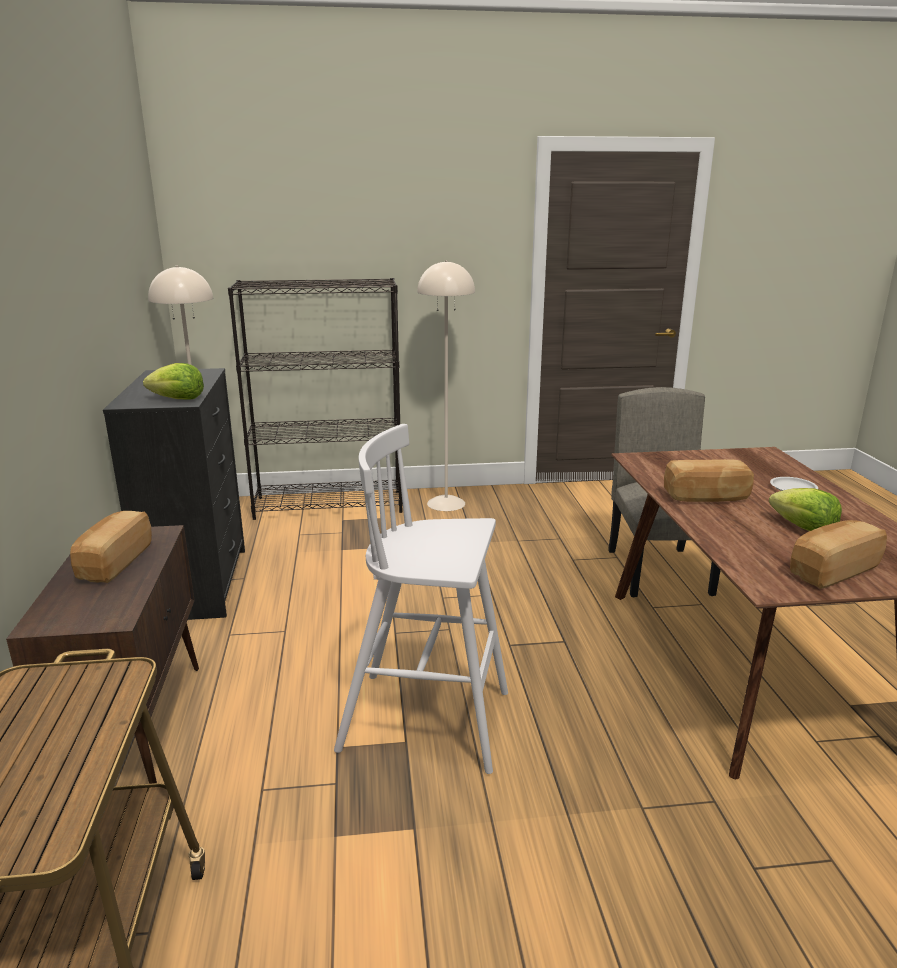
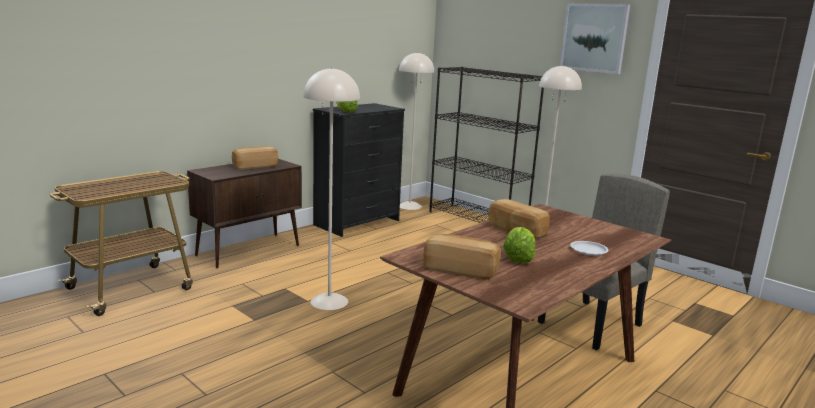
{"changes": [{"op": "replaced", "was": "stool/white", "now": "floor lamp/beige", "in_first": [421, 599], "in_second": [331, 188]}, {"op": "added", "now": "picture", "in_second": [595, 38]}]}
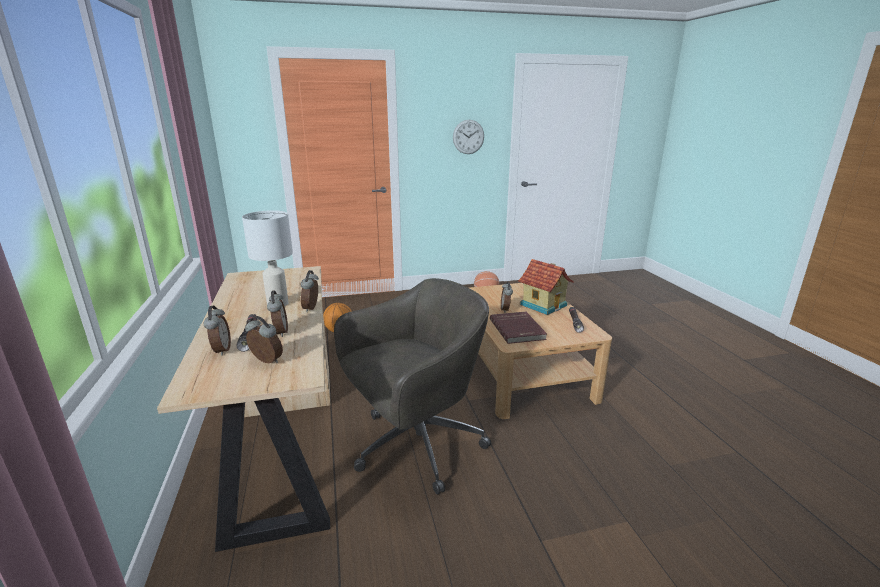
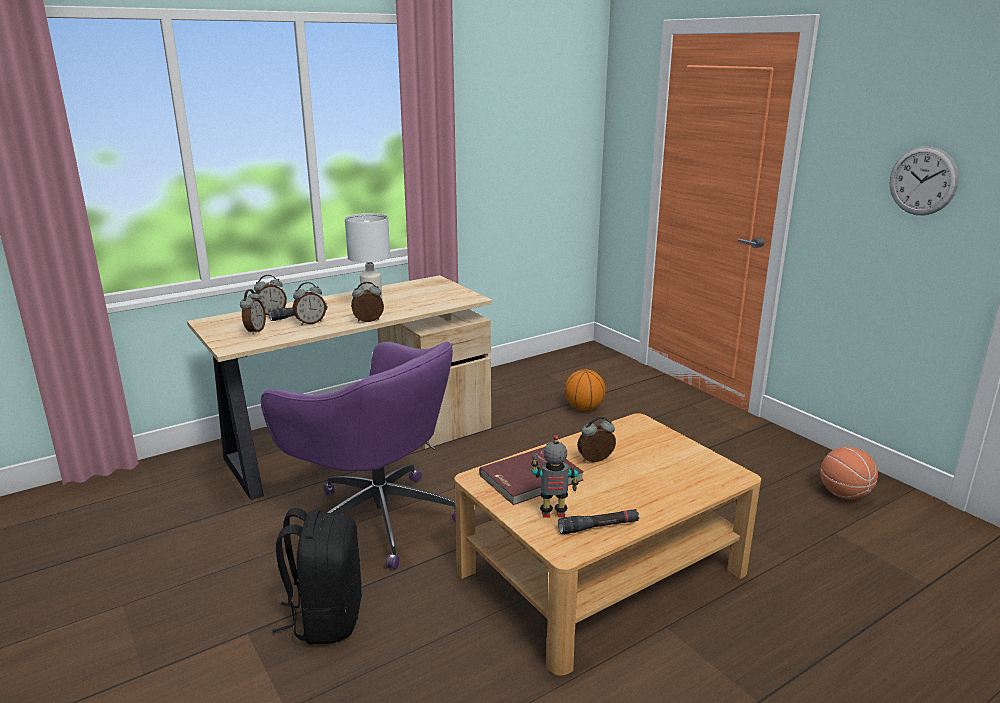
{"changes": [{"op": "removed", "was": "toy house", "in_first": [546, 287]}, {"op": "recoloured", "was": "office chair/grey", "now": "office chair/purple", "in_first": [412, 386], "in_second": [358, 455]}, {"op": "added", "now": "toy robot", "in_second": [555, 476]}, {"op": "added", "now": "backpack/black", "in_second": [317, 576]}]}
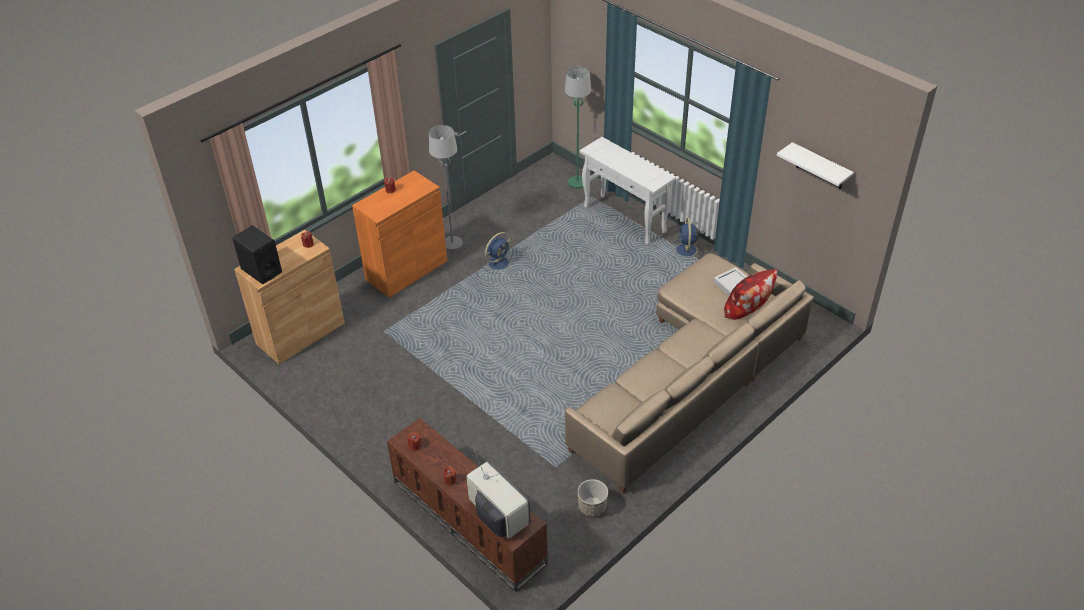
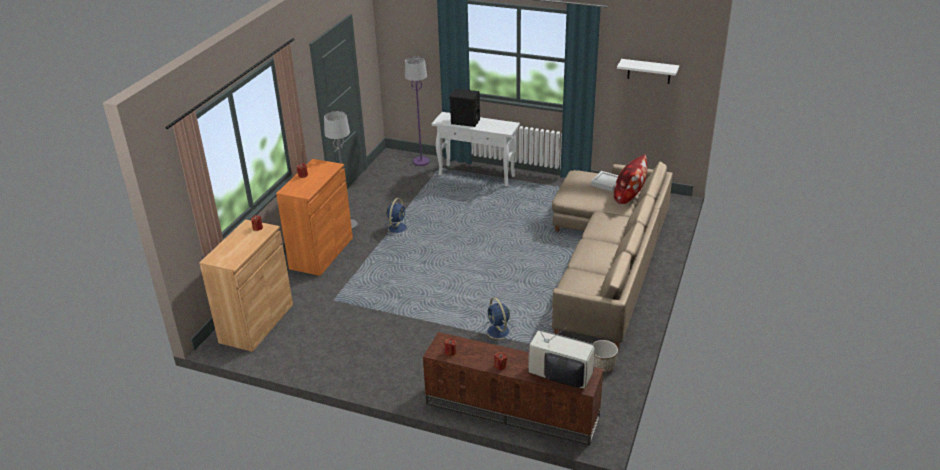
{"changes": [{"op": "recoloured", "was": "floor lamp/green", "now": "floor lamp/purple", "in_first": [578, 128], "in_second": [417, 111]}, {"op": "moved", "was": "fan/blue", "in_first": [687, 238], "in_second": [496, 320]}, {"op": "moved", "was": "speaker/black", "in_first": [257, 255], "in_second": [464, 108]}]}
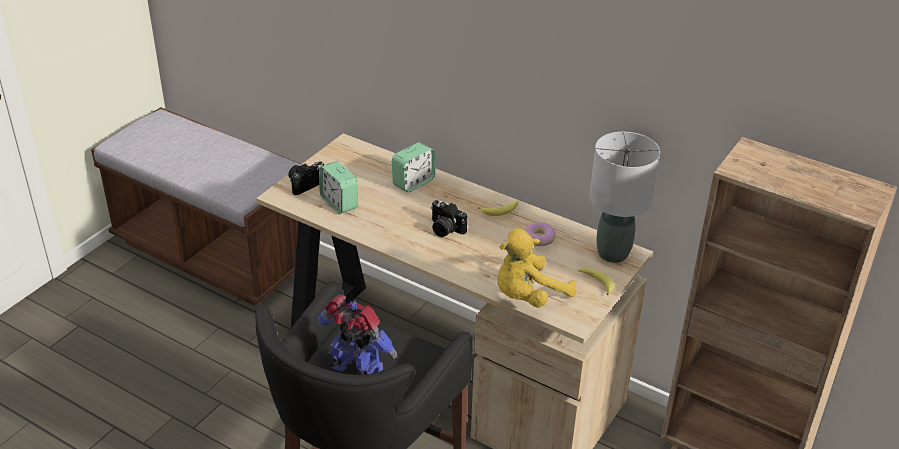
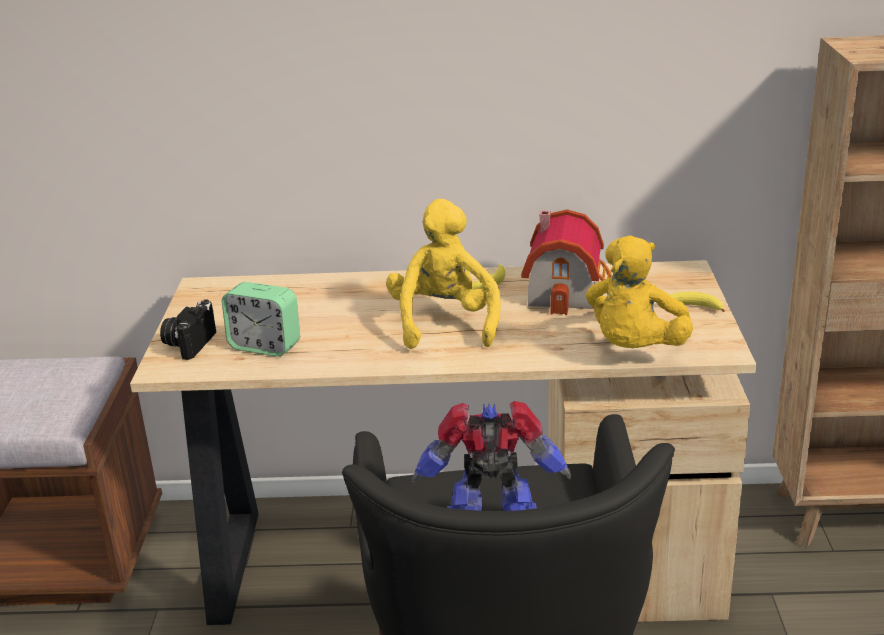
{"changes": [{"op": "removed", "was": "table lamp/grey", "in_first": [625, 197]}, {"op": "removed", "was": "alarm clock", "in_first": [413, 167]}, {"op": "replaced", "was": "photo camera", "now": "plush toy/yellow", "in_first": [449, 218], "in_second": [443, 274]}, {"op": "replaced", "was": "donut", "now": "toy house", "in_first": [540, 234], "in_second": [566, 262]}]}
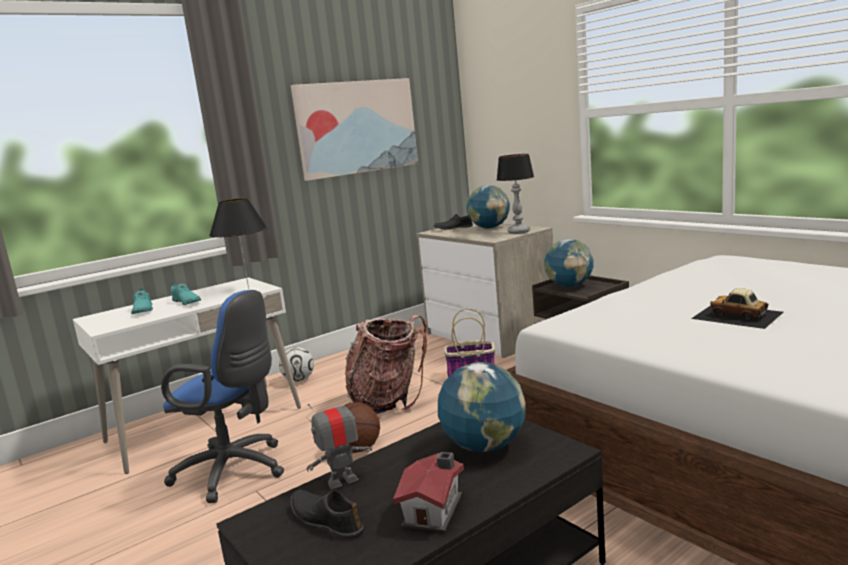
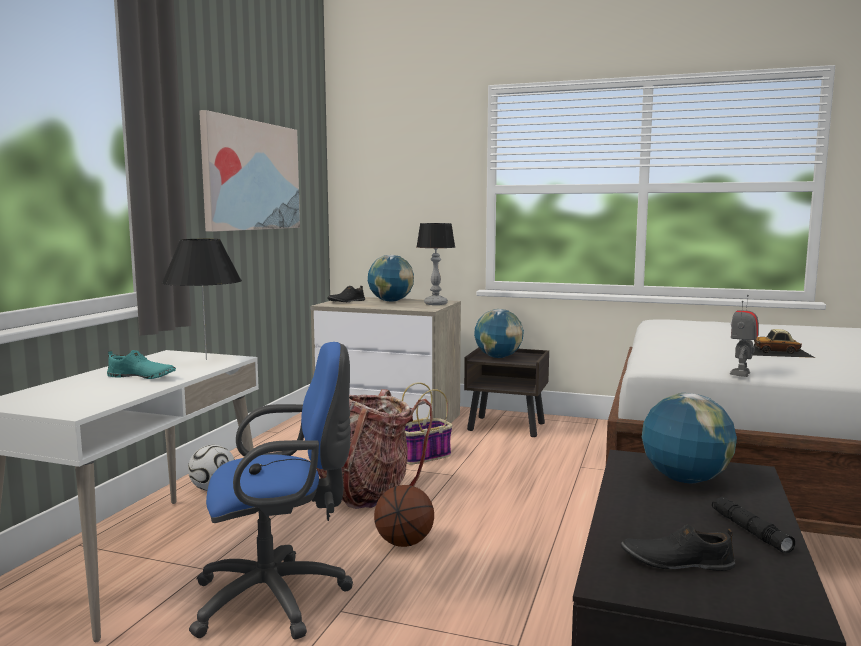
{"changes": [{"op": "removed", "was": "shoe/turquoise", "in_first": [142, 301]}, {"op": "moved", "was": "toy robot", "in_first": [339, 439], "in_second": [744, 336]}, {"op": "replaced", "was": "toy house", "now": "flashlight/black", "in_first": [428, 492], "in_second": [753, 525]}]}
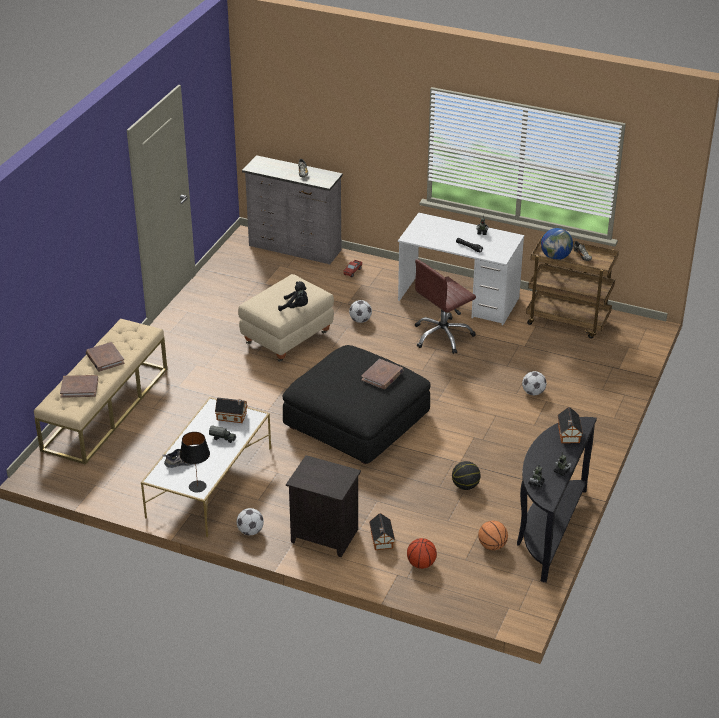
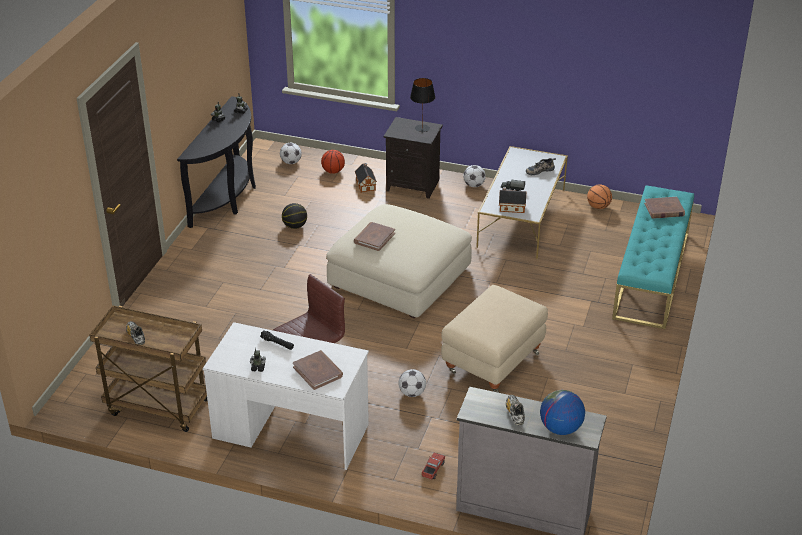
{"changes": [{"op": "moved", "was": "globe", "in_first": [557, 244], "in_second": [562, 412]}, {"op": "removed", "was": "plush toy/black", "in_first": [293, 296]}, {"op": "recoloured", "was": "bench/beige", "now": "bench/turquoise", "in_first": [100, 391], "in_second": [653, 257]}, {"op": "moved", "was": "book/brown", "in_first": [105, 357], "in_second": [318, 370]}, {"op": "recoloured", "was": "ottoman/black", "now": "ottoman/beige", "in_first": [357, 404], "in_second": [399, 261]}, {"op": "moved", "was": "football", "in_first": [534, 383], "in_second": [291, 153]}, {"op": "removed", "was": "toy house", "in_first": [570, 425]}, {"op": "moved", "was": "table lamp/black", "in_first": [195, 462], "in_second": [422, 105]}, {"op": "moved", "was": "basketball", "in_first": [493, 535], "in_second": [599, 197]}]}
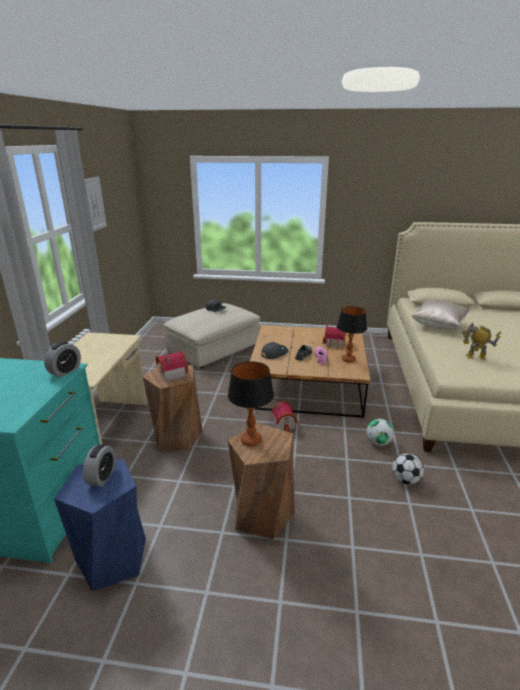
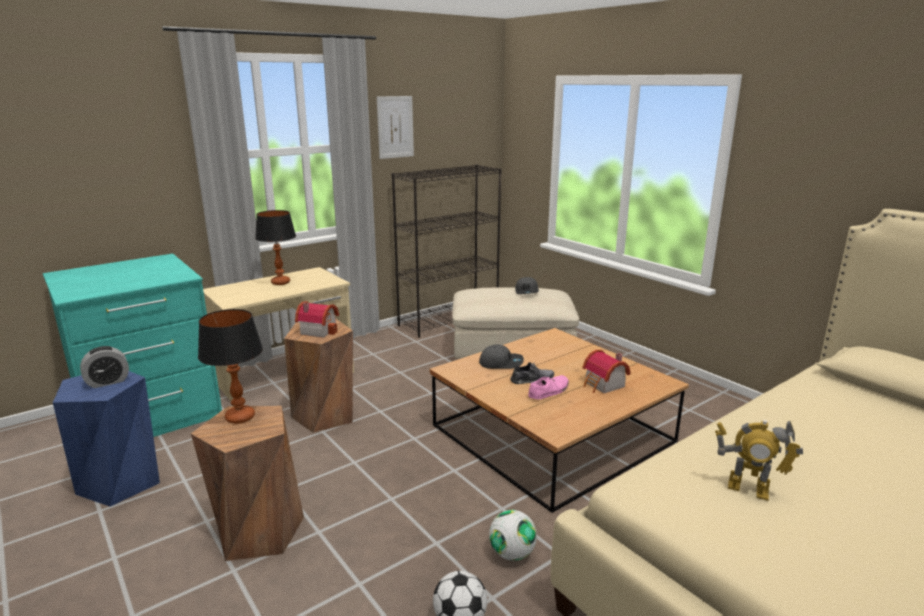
{"changes": [{"op": "removed", "was": "pillow/beige", "in_first": [440, 315]}, {"op": "moved", "was": "table lamp", "in_first": [352, 334], "in_second": [275, 247]}, {"op": "turned", "was": "toy robot", "in_first": [481, 341], "in_second": [759, 460], "clockwise": 150}, {"op": "removed", "was": "alarm clock", "in_first": [62, 359]}, {"op": "removed", "was": "toy house", "in_first": [285, 416]}, {"op": "added", "now": "bookcase/black", "in_second": [447, 251]}]}
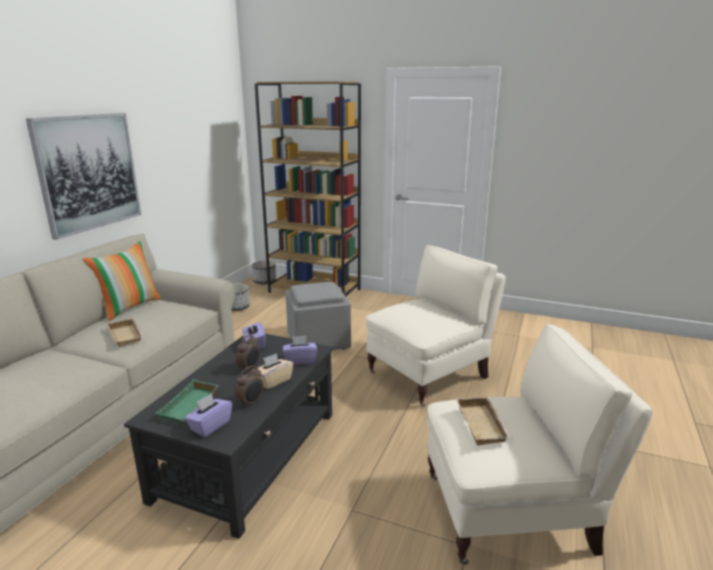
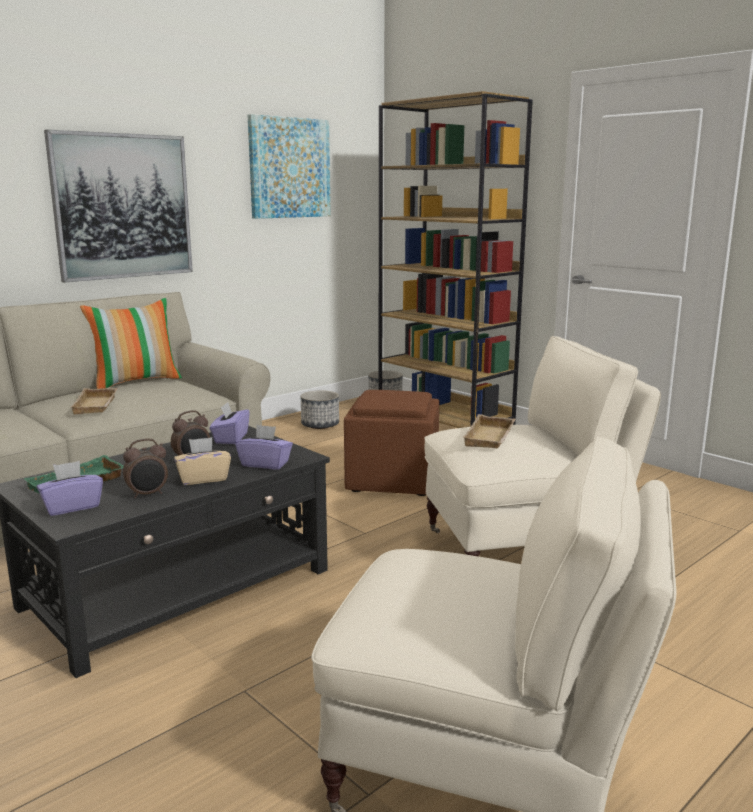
{"changes": [{"op": "recoloured", "was": "ottoman/grey", "now": "ottoman/brown", "in_first": [318, 316], "in_second": [391, 443]}, {"op": "moved", "was": "tray/beige", "in_first": [484, 421], "in_second": [488, 431]}, {"op": "added", "now": "picture", "in_second": [289, 166]}]}
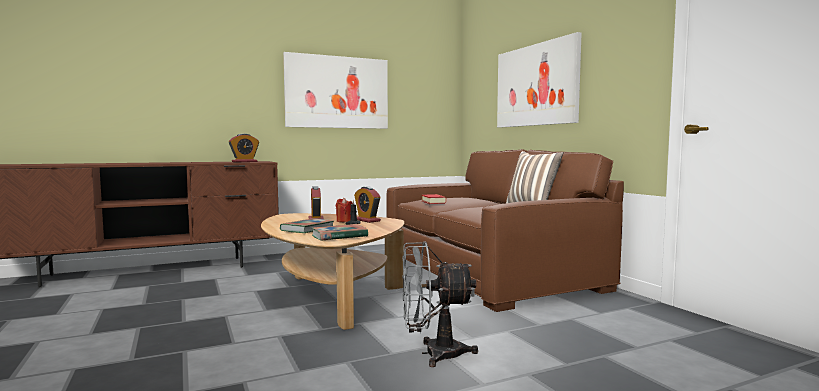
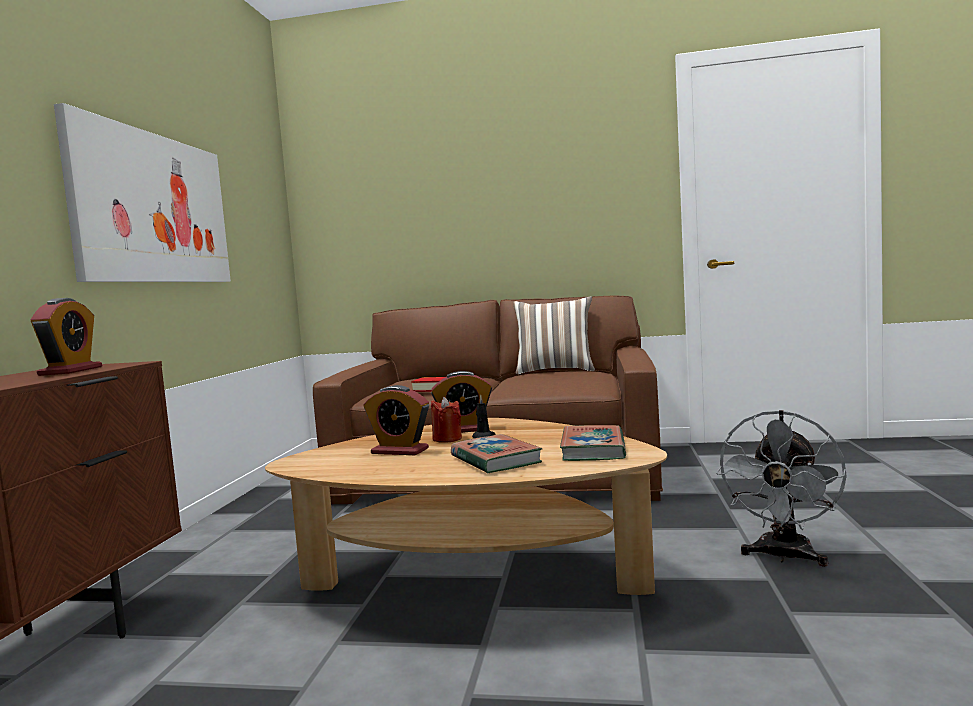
{"changes": [{"op": "removed", "was": "picture", "in_first": [539, 80]}]}
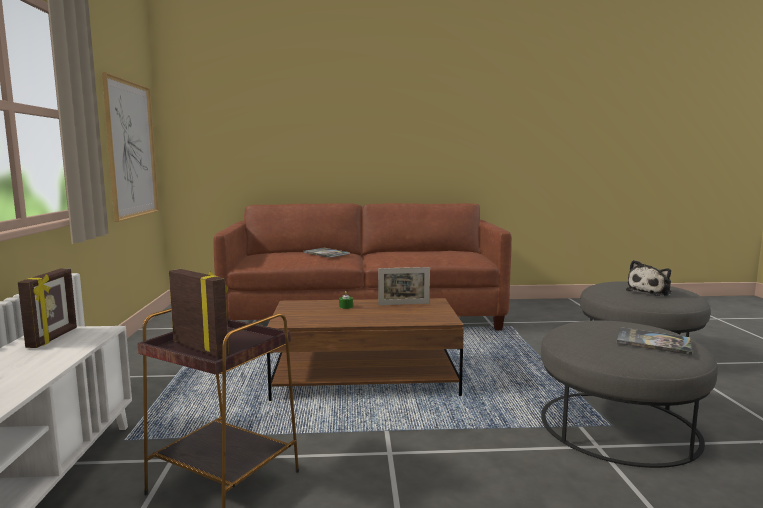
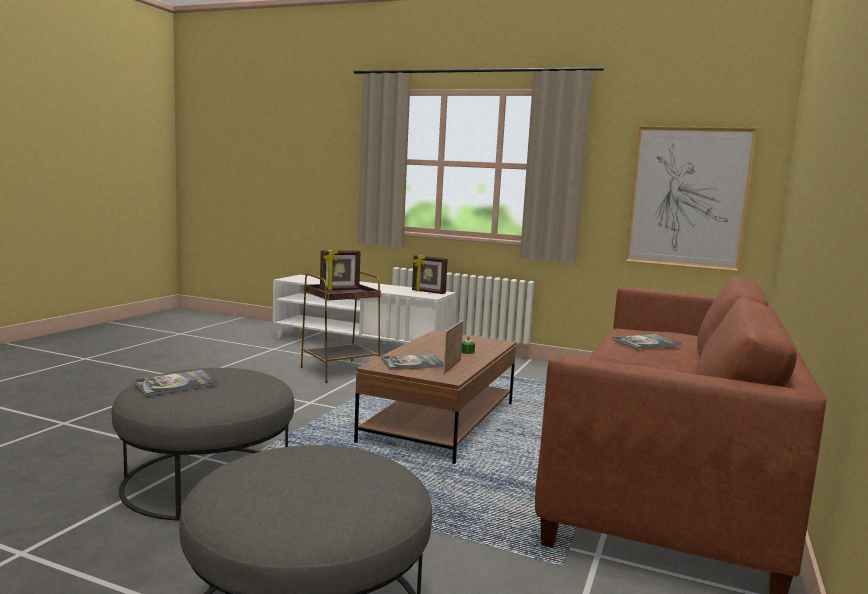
{"changes": [{"op": "removed", "was": "plush toy", "in_first": [649, 278]}, {"op": "added", "now": "book", "in_second": [412, 362]}]}
